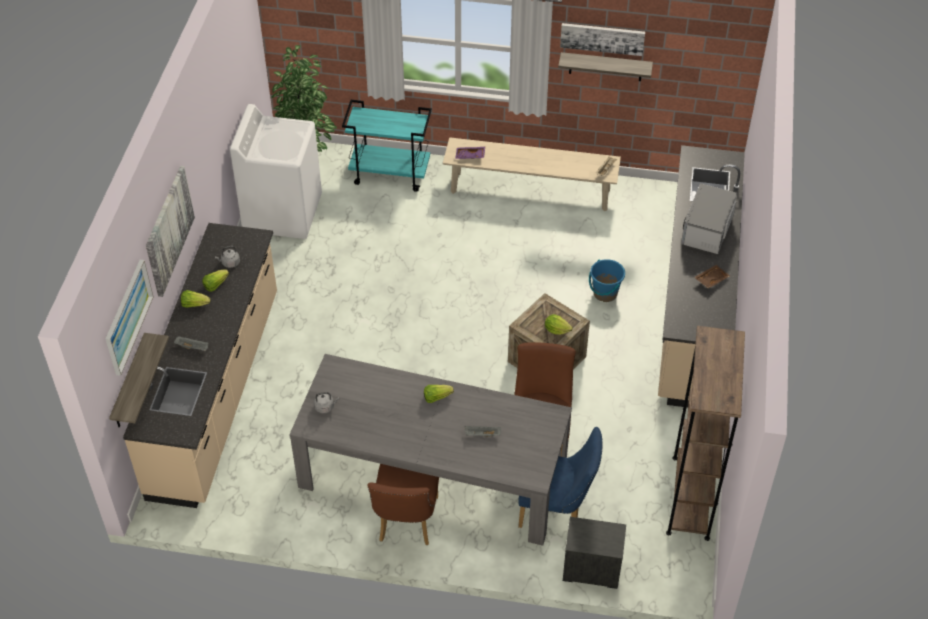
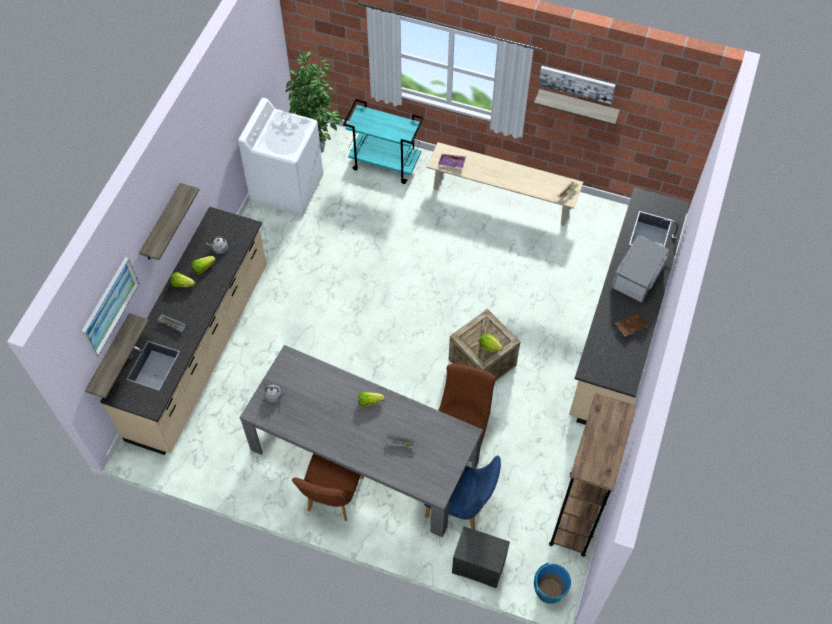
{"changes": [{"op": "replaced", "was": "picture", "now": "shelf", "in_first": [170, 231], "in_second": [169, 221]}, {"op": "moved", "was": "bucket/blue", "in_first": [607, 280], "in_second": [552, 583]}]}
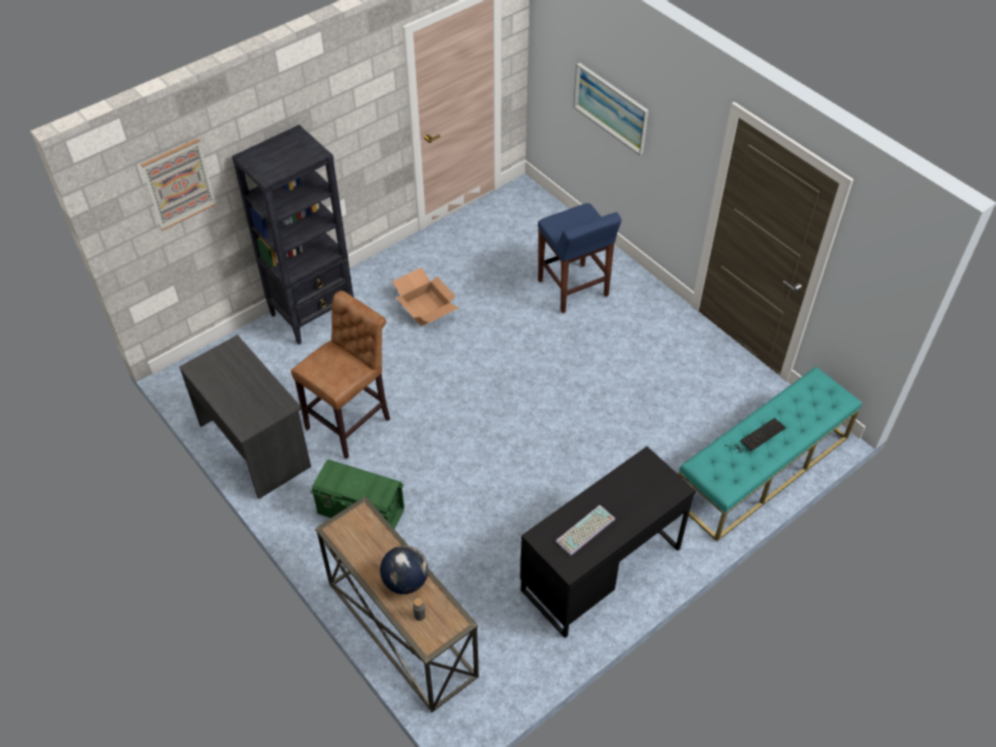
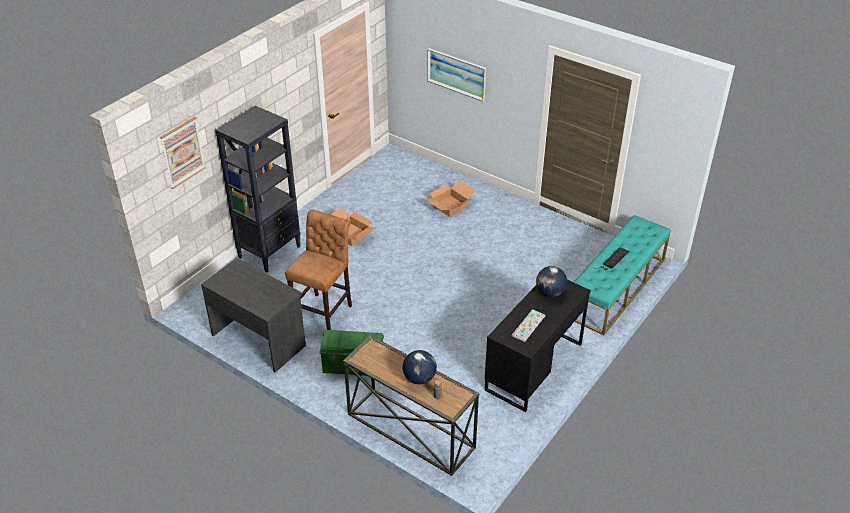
{"changes": [{"op": "replaced", "was": "stool/blue", "now": "cardboard box", "in_first": [580, 258], "in_second": [450, 198]}, {"op": "added", "now": "globe", "in_second": [551, 281]}]}
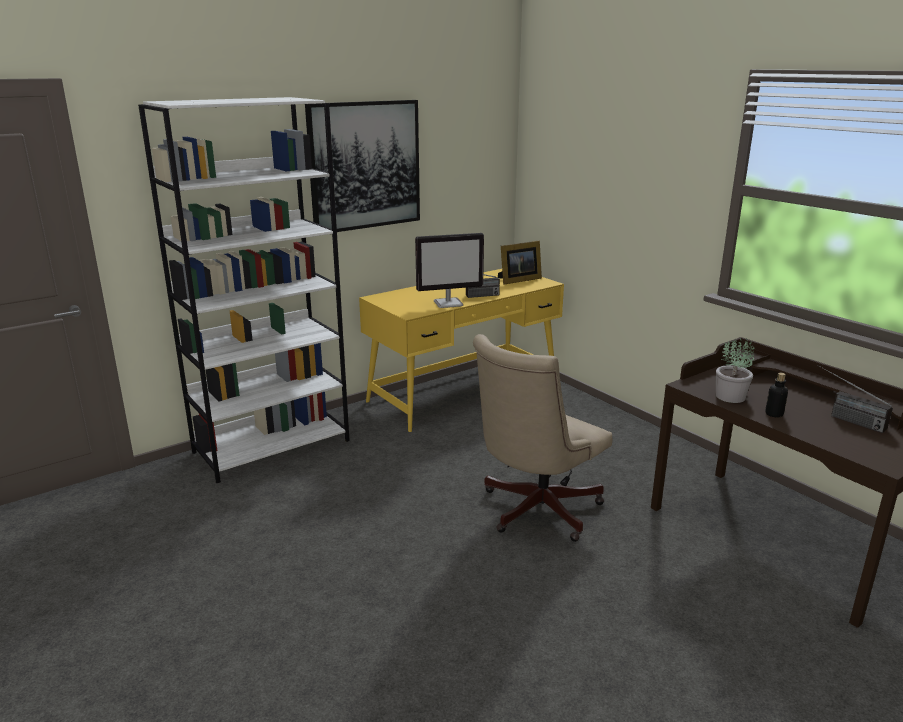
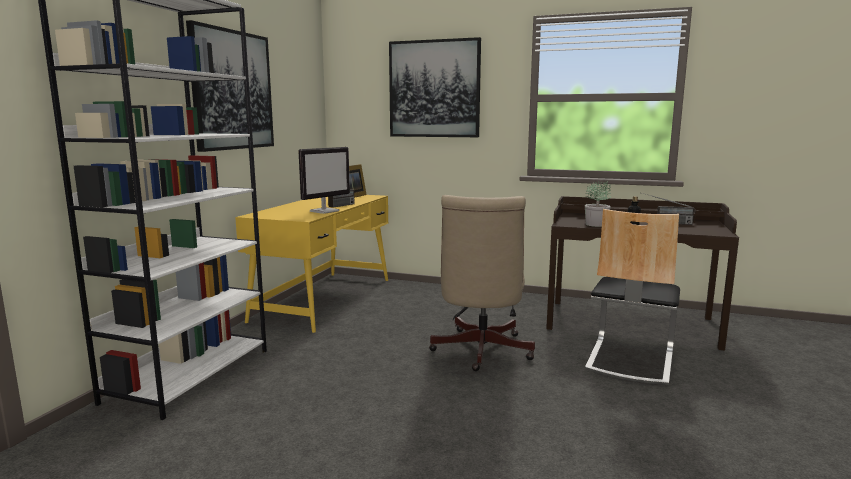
{"changes": [{"op": "added", "now": "picture", "in_second": [435, 87]}, {"op": "added", "now": "chair", "in_second": [632, 297]}]}
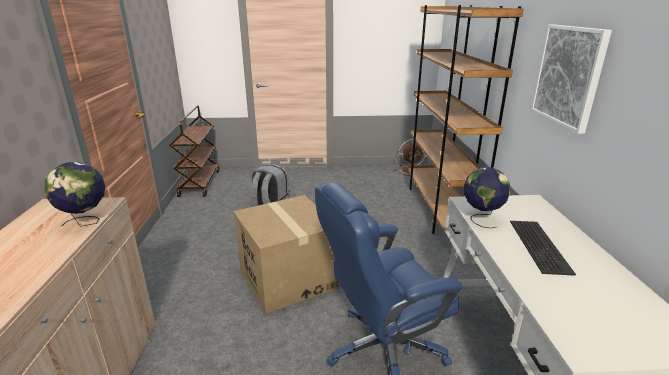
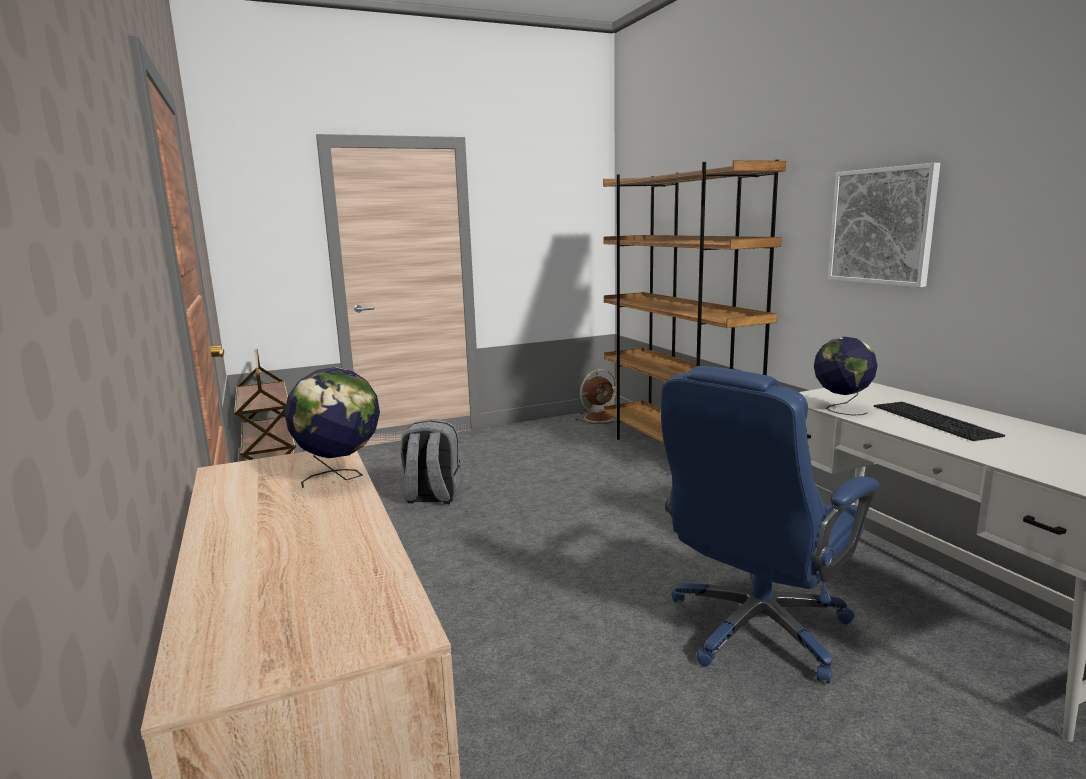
{"changes": [{"op": "removed", "was": "cardboard box", "in_first": [287, 254]}]}
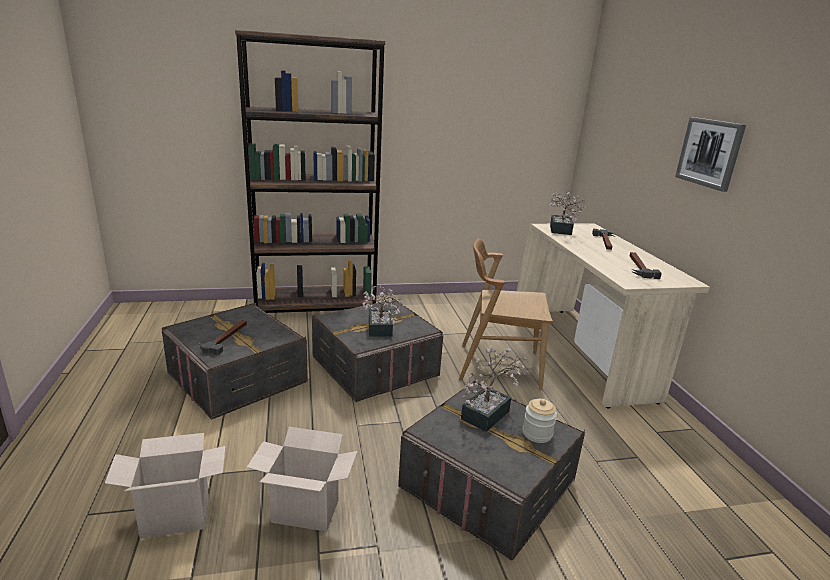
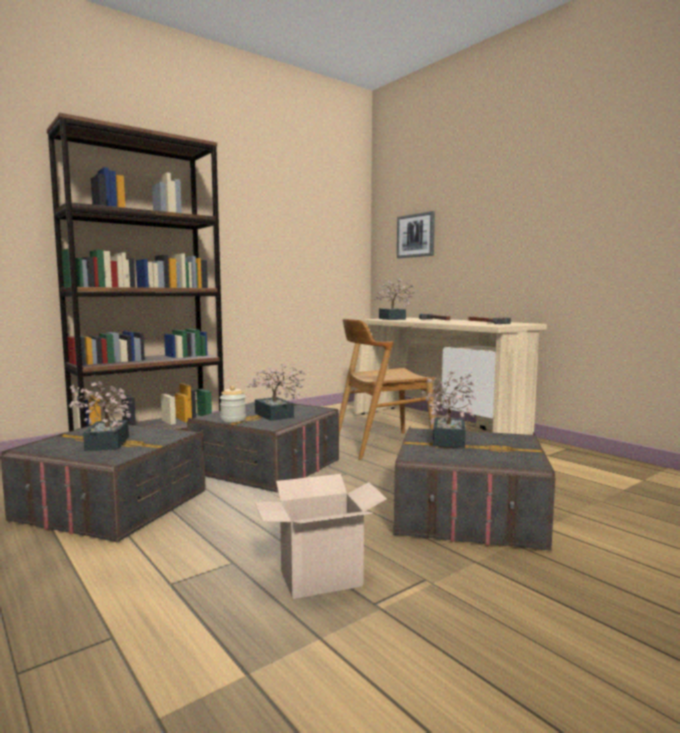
{"changes": [{"op": "moved", "was": "picture", "in_first": [710, 154], "in_second": [416, 234]}, {"op": "replaced", "was": "hammer", "now": "potted plant", "in_first": [223, 338], "in_second": [101, 416]}, {"op": "moved", "was": "jar", "in_first": [540, 421], "in_second": [233, 404]}, {"op": "removed", "was": "cardboard box", "in_first": [164, 486]}]}
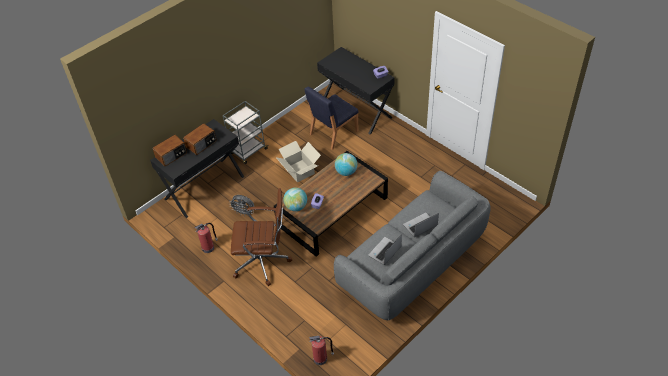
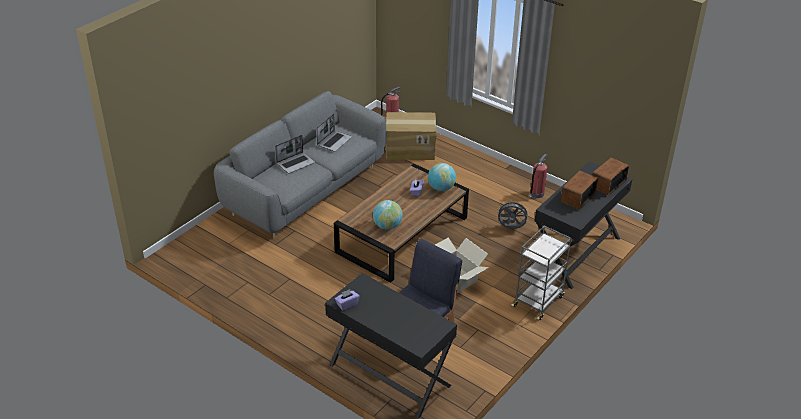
{"changes": [{"op": "removed", "was": "office chair/brown", "in_first": [261, 237]}, {"op": "added", "now": "cardboard box", "in_second": [411, 136]}]}
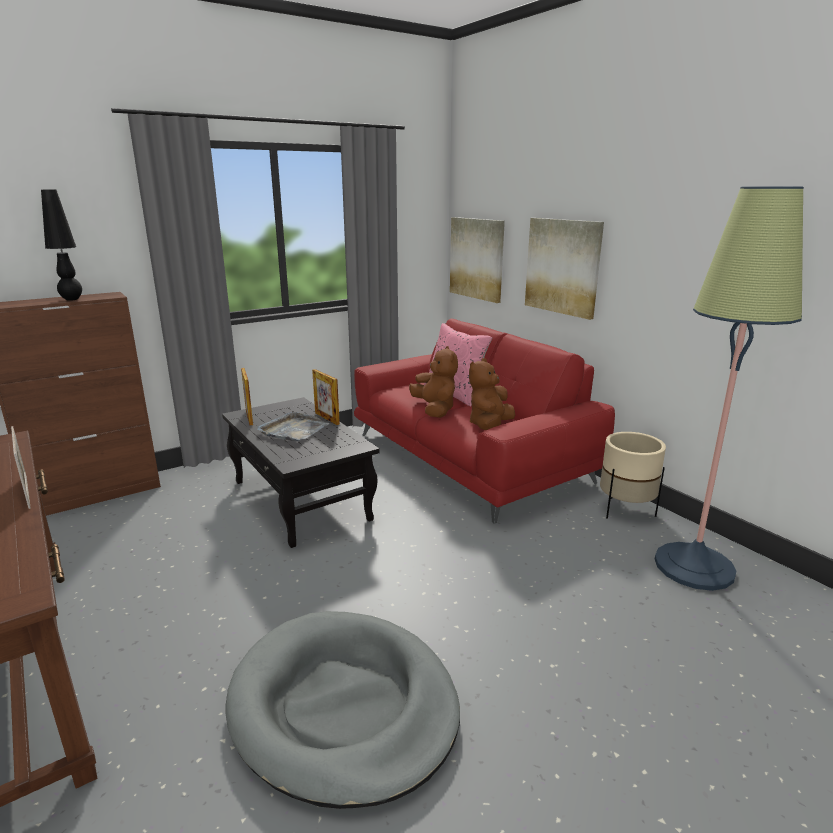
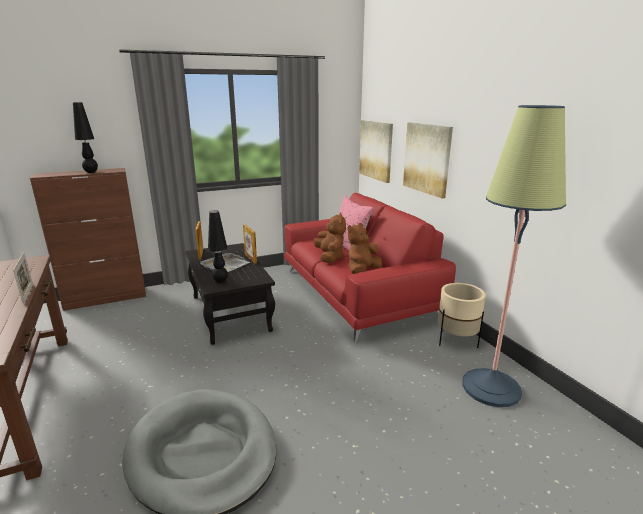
{"changes": [{"op": "added", "now": "table lamp/black", "in_second": [218, 246]}]}
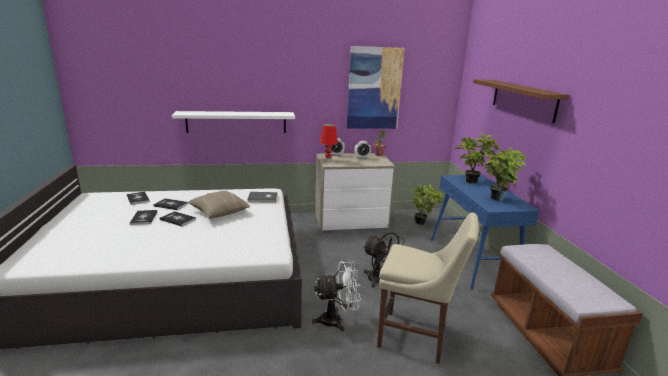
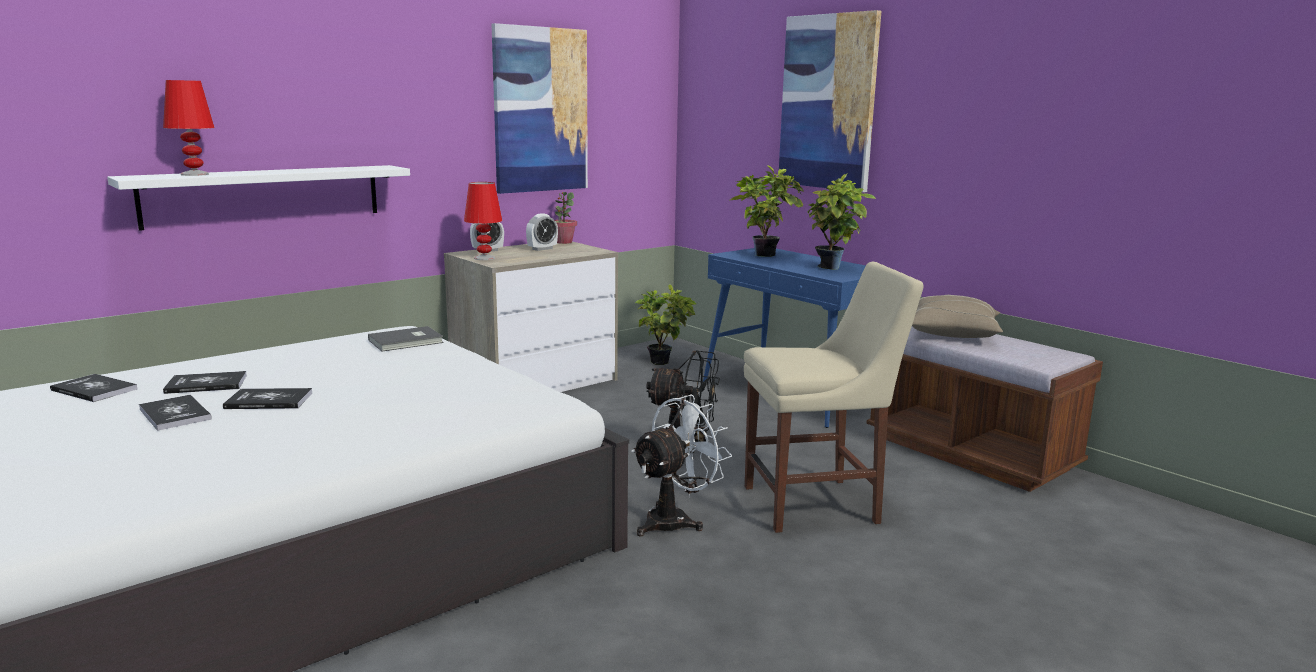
{"changes": [{"op": "replaced", "was": "shelf/brown", "now": "picture", "in_first": [521, 101], "in_second": [830, 101]}, {"op": "moved", "was": "pillow/beige", "in_first": [219, 204], "in_second": [957, 316]}, {"op": "added", "now": "table lamp/red", "in_second": [189, 128]}]}
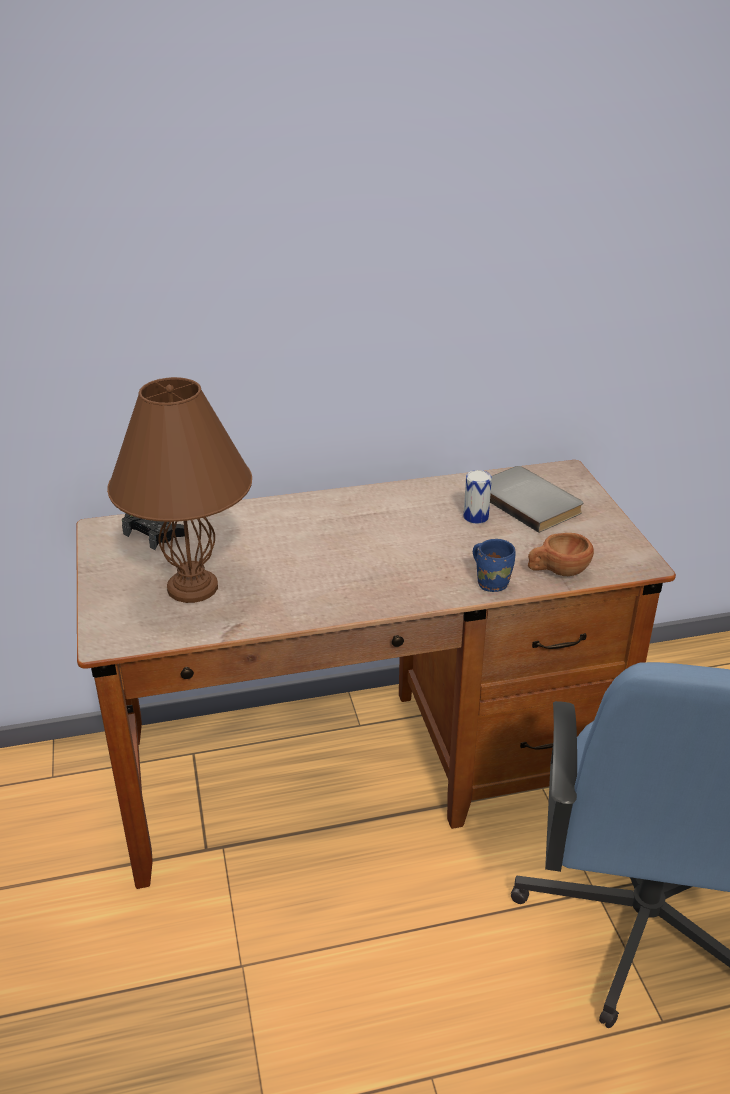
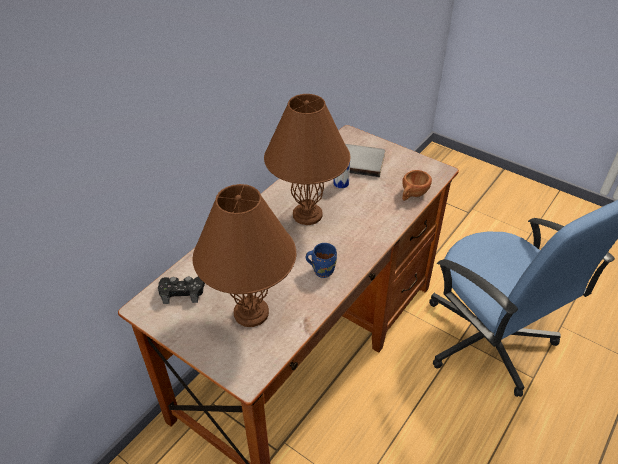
{"changes": [{"op": "moved", "was": "mug/blue", "in_first": [494, 565], "in_second": [321, 260]}, {"op": "added", "now": "table lamp/brown", "in_second": [307, 159]}]}
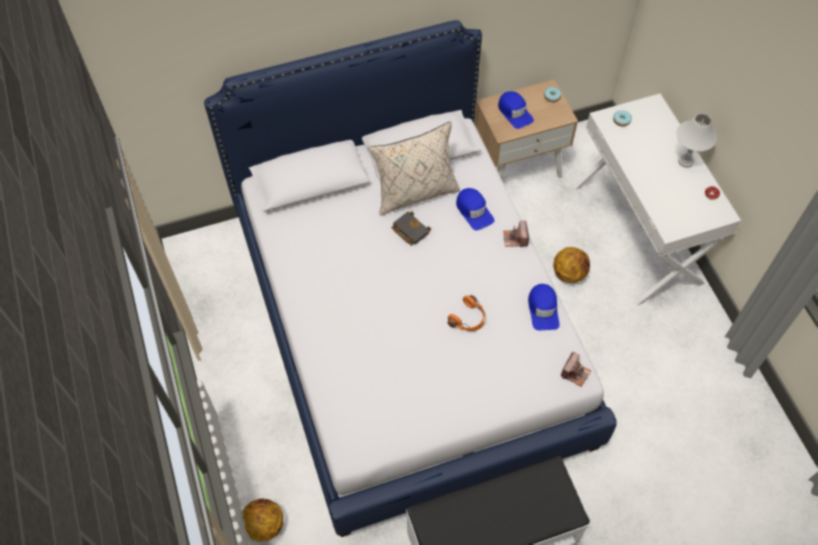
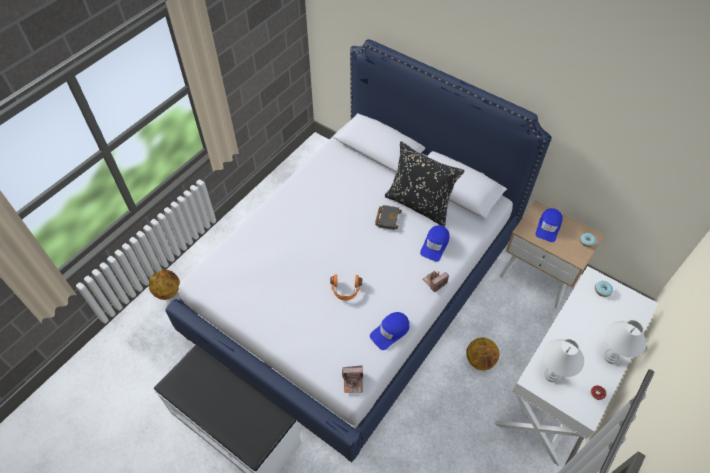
{"changes": [{"op": "recoloured", "was": "pillow/beige", "now": "pillow/black", "in_first": [414, 168], "in_second": [424, 184]}, {"op": "added", "now": "table lamp/white", "in_second": [563, 360]}]}
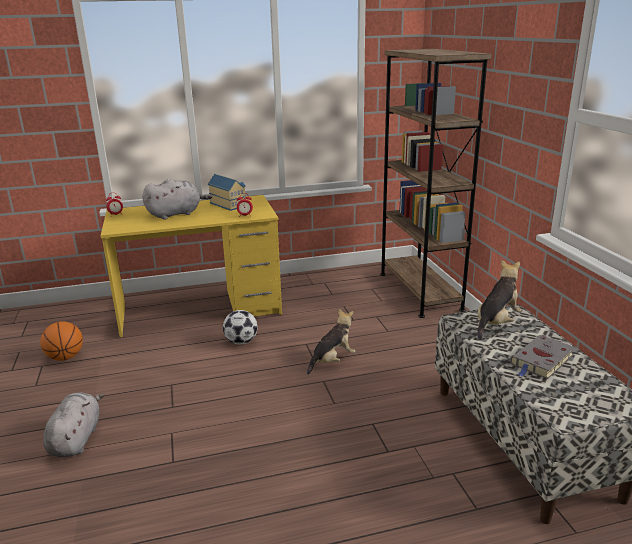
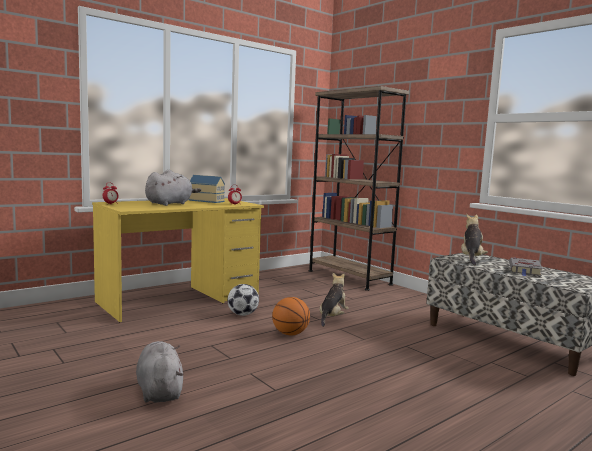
{"changes": [{"op": "moved", "was": "basketball", "in_first": [61, 341], "in_second": [291, 316]}]}
